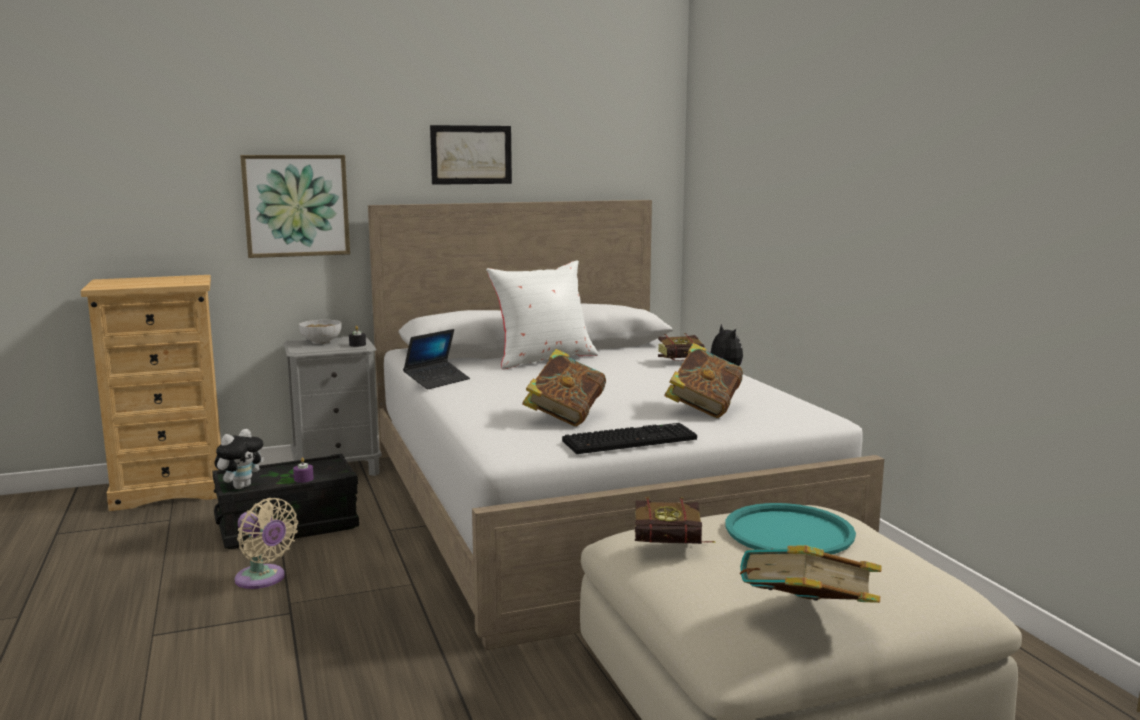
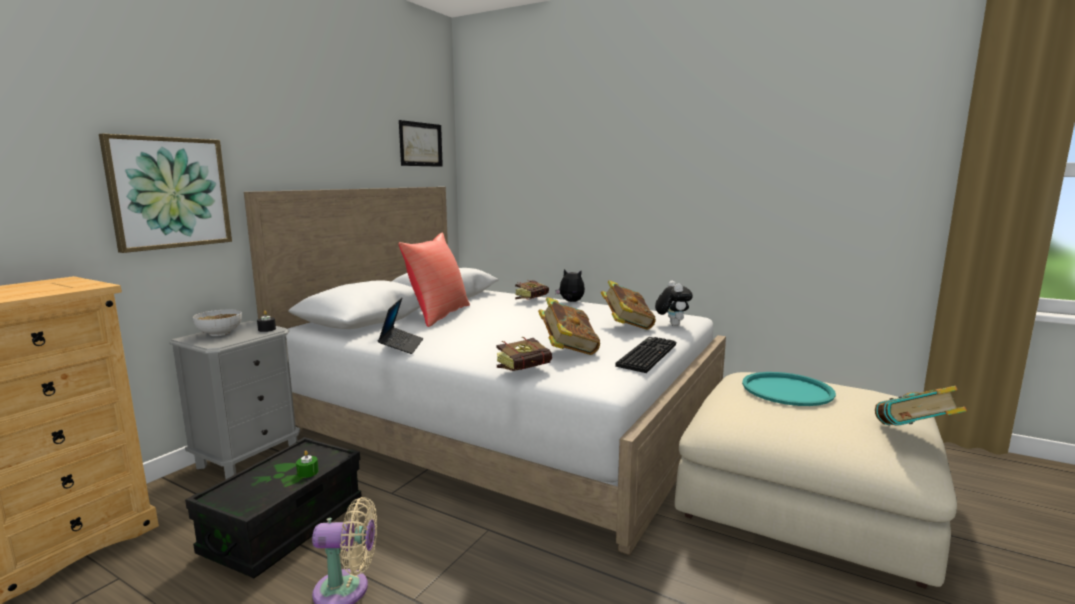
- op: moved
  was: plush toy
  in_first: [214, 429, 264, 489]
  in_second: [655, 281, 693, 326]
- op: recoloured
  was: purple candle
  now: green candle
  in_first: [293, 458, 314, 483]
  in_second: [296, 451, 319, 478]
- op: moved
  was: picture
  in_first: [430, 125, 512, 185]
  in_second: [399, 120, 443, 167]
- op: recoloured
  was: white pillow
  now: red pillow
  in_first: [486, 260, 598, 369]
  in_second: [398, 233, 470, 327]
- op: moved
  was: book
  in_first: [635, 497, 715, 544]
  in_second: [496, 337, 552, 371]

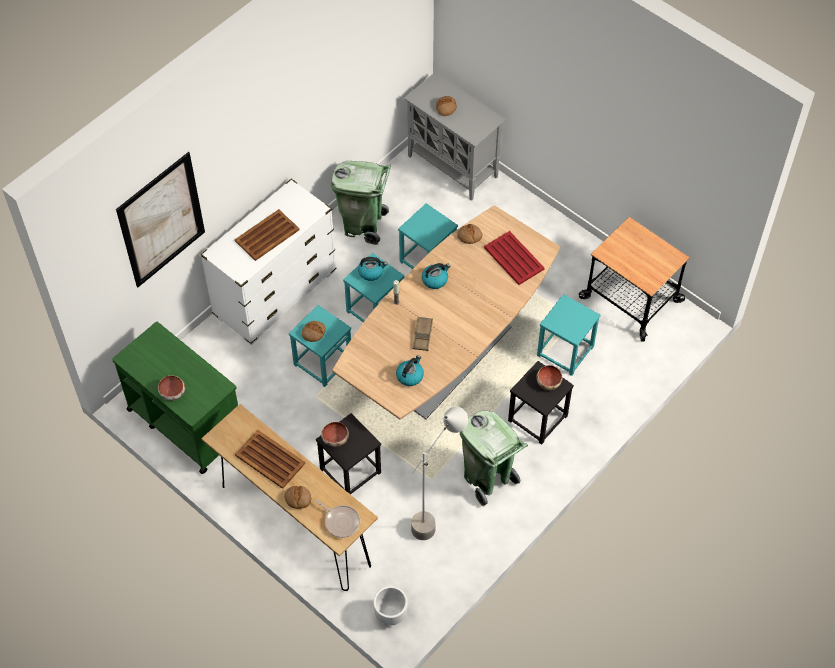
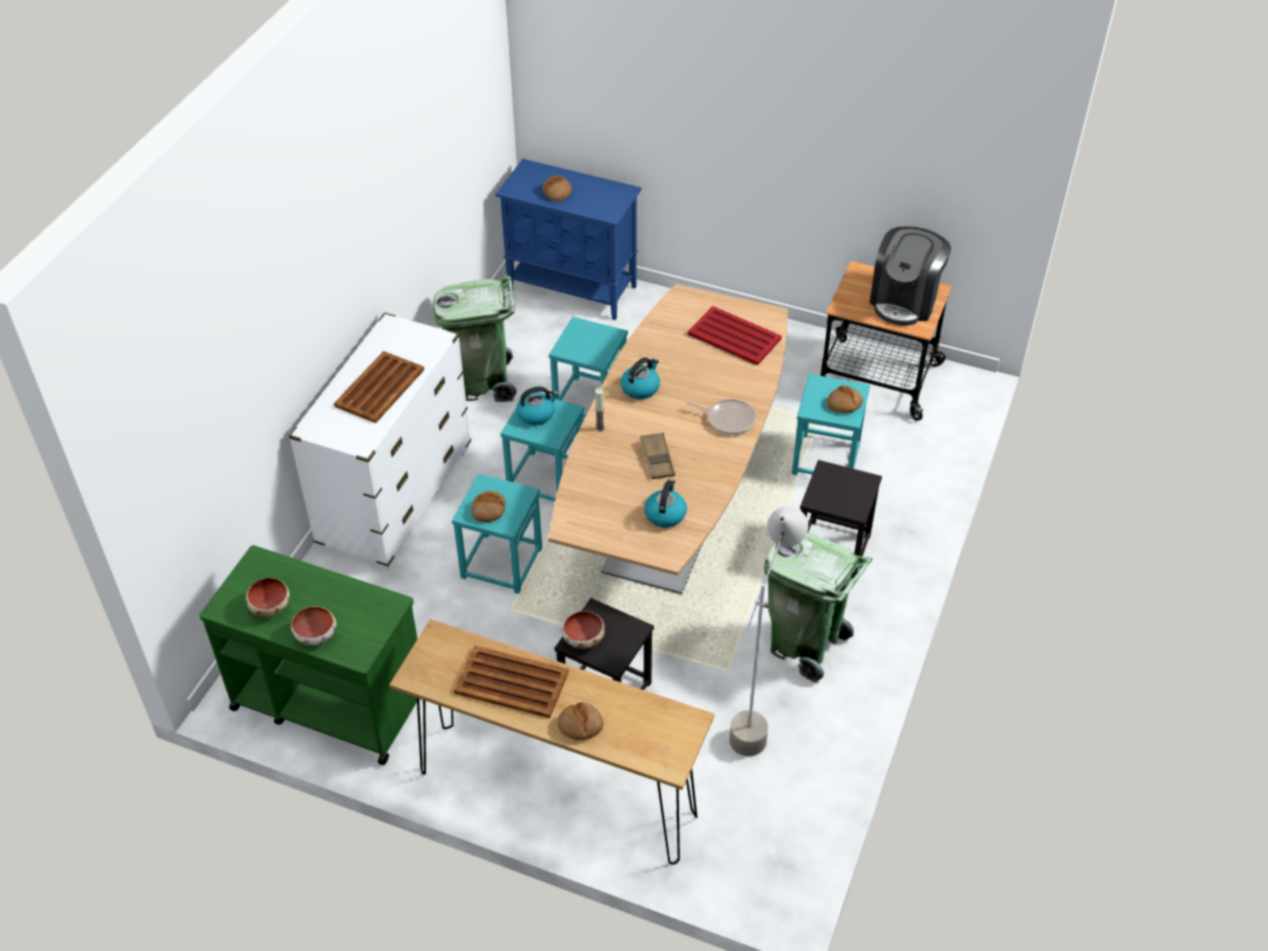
- op: removed
  was: picture
  in_first: [116, 152, 205, 288]
- op: moved
  was: frying pan
  in_first: [315, 499, 360, 538]
  in_second: [686, 399, 756, 435]
- op: removed
  was: white planter
  in_first: [373, 586, 408, 625]
- op: recoloured
  was: grey cabinet
  now: blue cabinet
  in_first: [404, 72, 506, 201]
  in_second: [495, 159, 641, 320]
- op: moved
  was: bread
  in_first: [457, 224, 482, 244]
  in_second: [827, 385, 863, 413]
- op: moved
  was: bowl
  in_first: [536, 365, 562, 390]
  in_second: [246, 578, 290, 617]
- op: added
  now: coffee machine
  in_second: [870, 226, 951, 326]

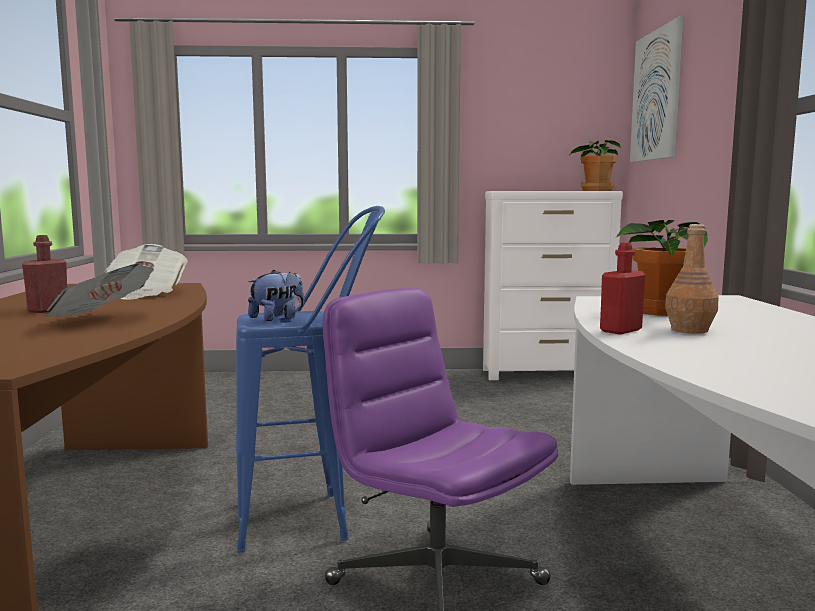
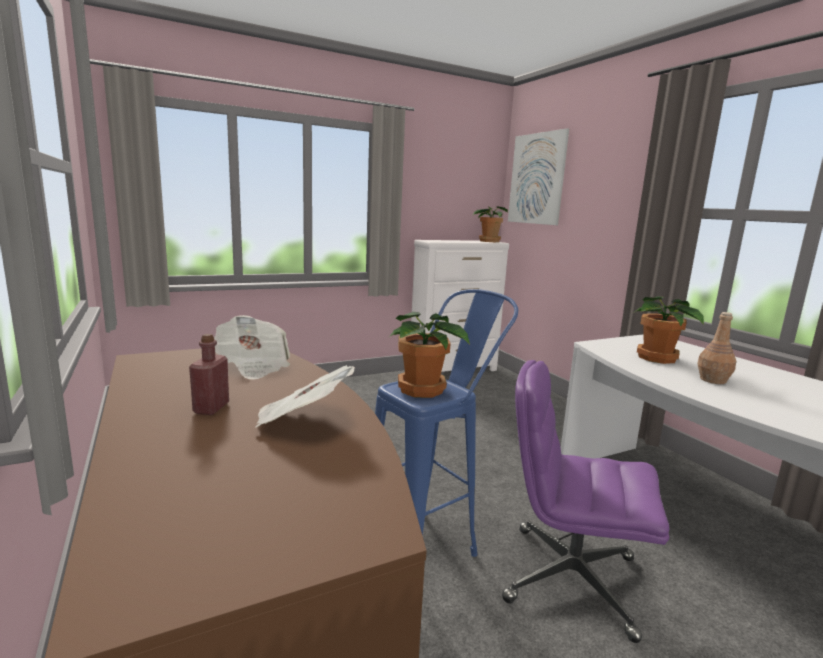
- op: replaced
  was: plush toy
  now: potted plant
  in_first: [248, 270, 304, 321]
  in_second: [389, 312, 470, 398]
- op: removed
  was: red bottle
  in_first: [600, 242, 645, 334]

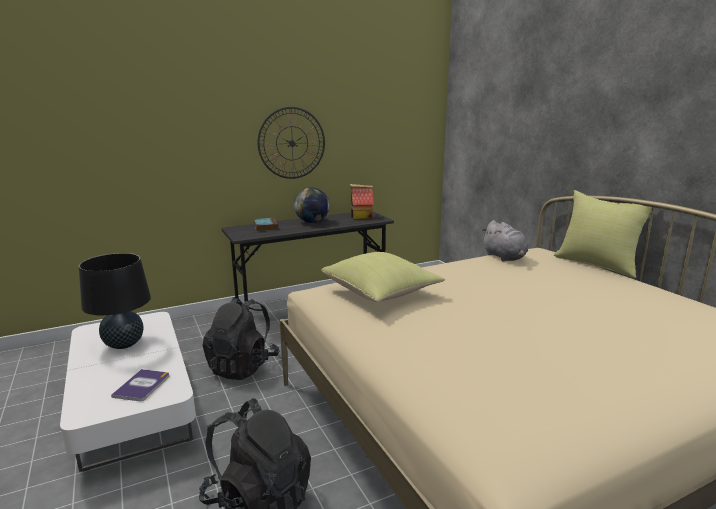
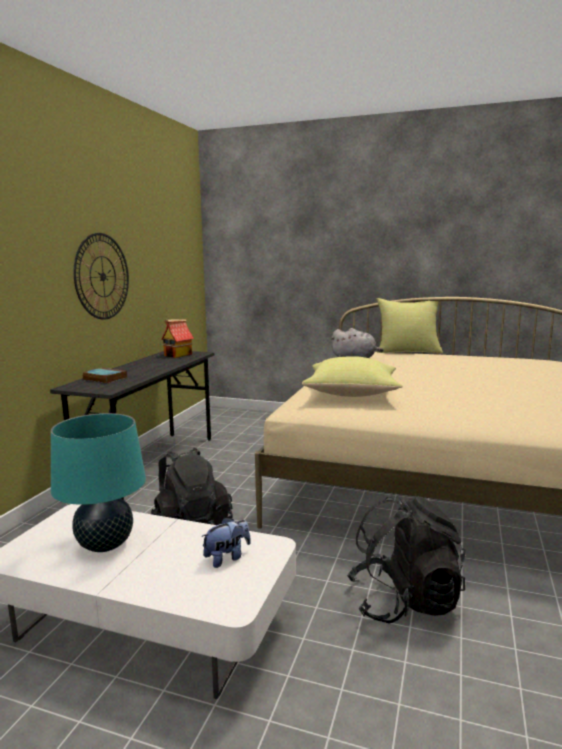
- op: recoloured
  was: black table lamp
  now: turquoise table lamp
  in_first: [79, 253, 151, 349]
  in_second: [51, 413, 146, 552]
- op: replaced
  was: book
  now: plush toy
  in_first: [111, 369, 169, 401]
  in_second: [201, 517, 251, 568]
- op: removed
  was: globe
  in_first: [294, 187, 330, 223]

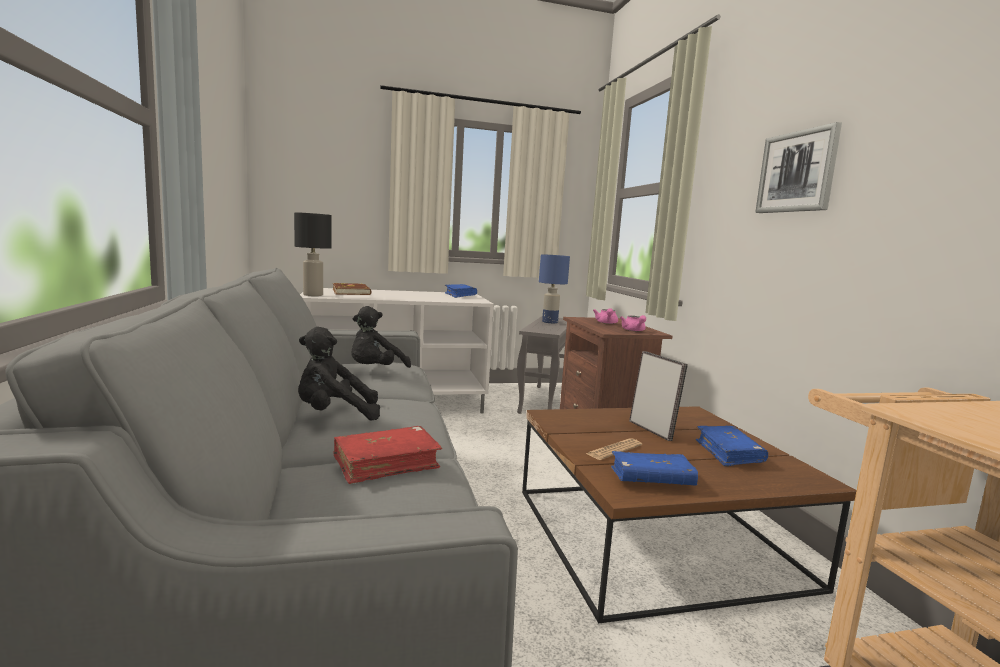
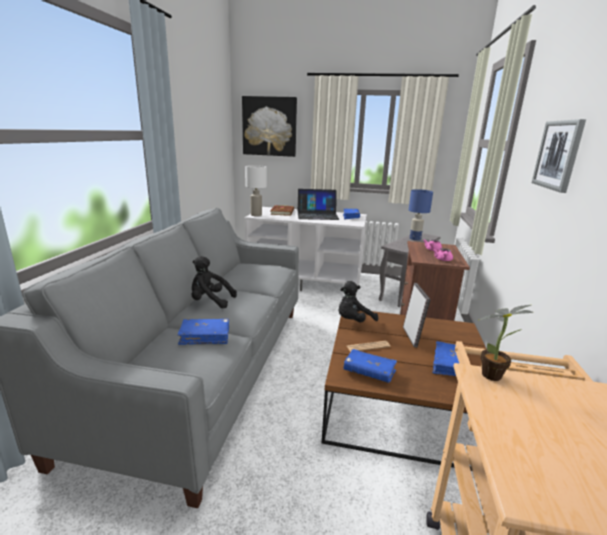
- op: recoloured
  was: black table lamp
  now: white table lamp
  in_first: [294, 212, 332, 296]
  in_second: [245, 165, 267, 216]
- op: recoloured
  was: red book
  now: blue book
  in_first: [333, 426, 442, 484]
  in_second: [178, 319, 229, 345]
- op: moved
  was: black plush toy
  in_first: [351, 306, 411, 368]
  in_second: [339, 281, 378, 322]
- op: added
  now: picture
  in_second: [242, 96, 297, 157]
- op: added
  now: laptop
  in_second: [298, 189, 340, 220]
- op: added
  now: potted plant
  in_second: [479, 305, 533, 381]

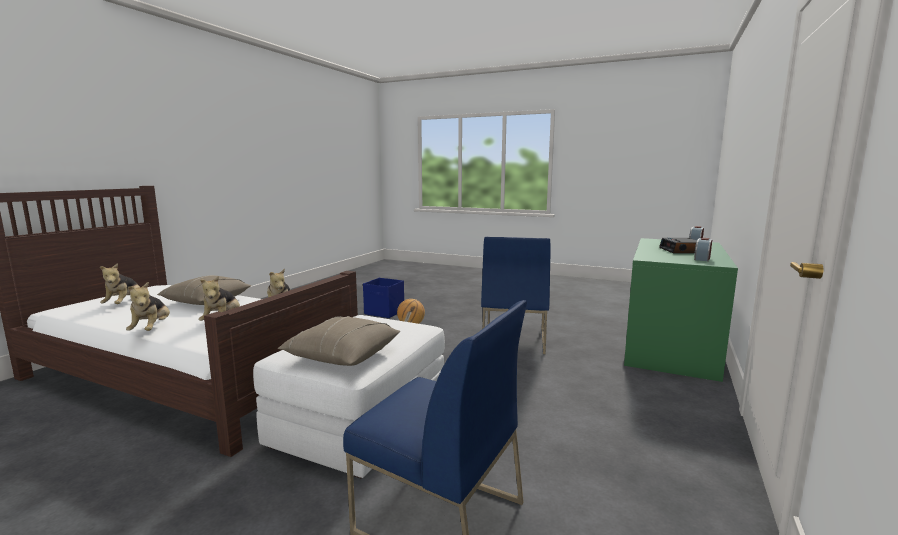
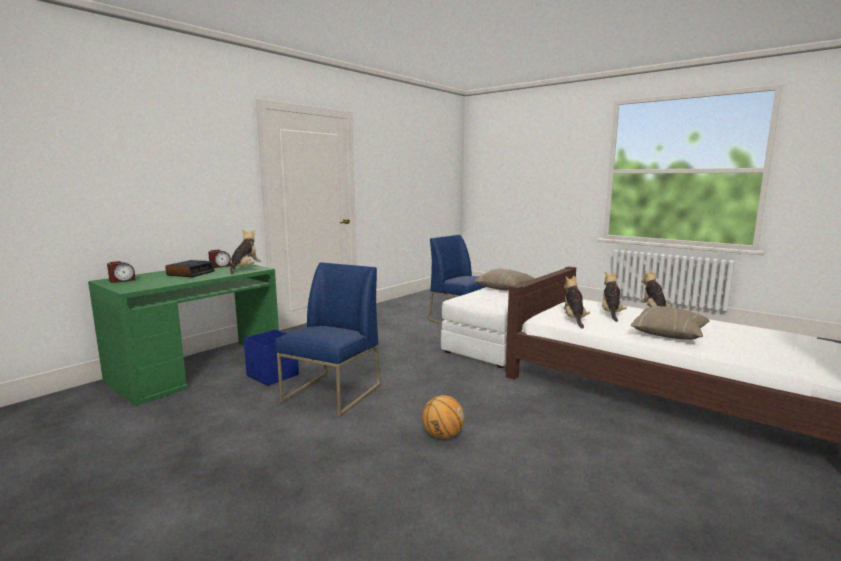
- op: moved
  was: plush toy
  in_first: [100, 263, 140, 304]
  in_second: [230, 230, 261, 274]
- op: moved
  was: blue storage box
  in_first: [363, 278, 404, 318]
  in_second: [244, 329, 299, 386]

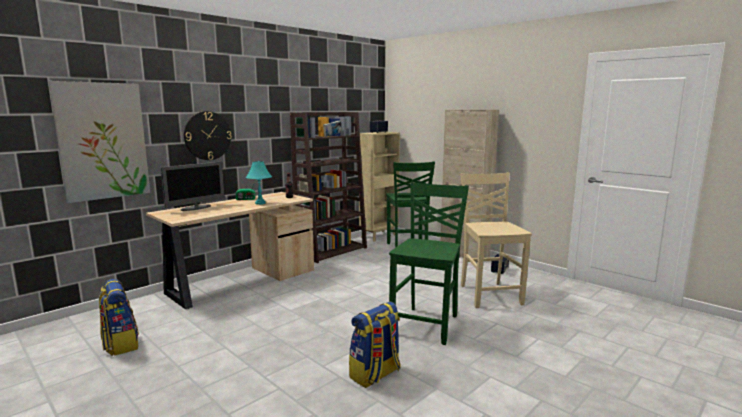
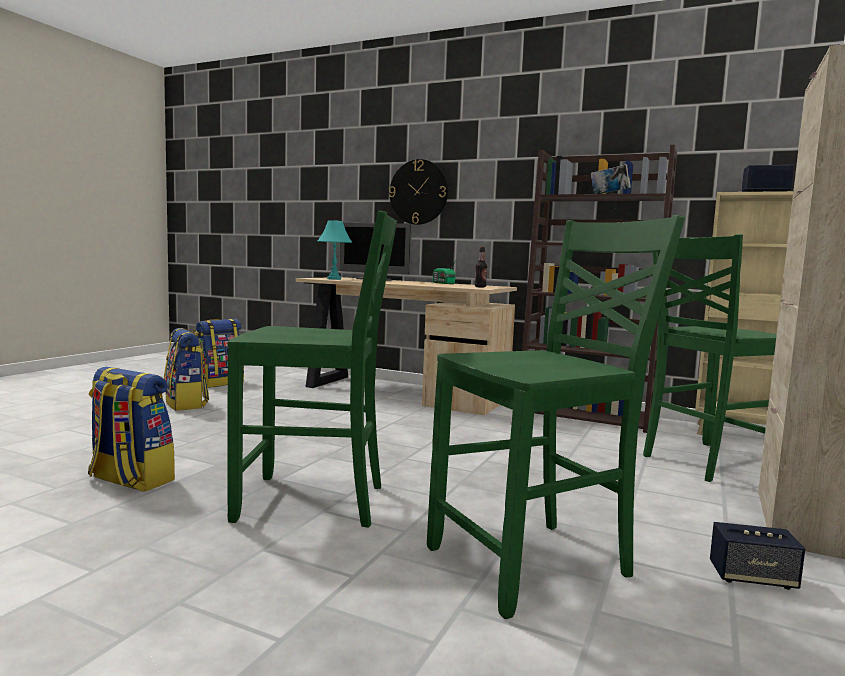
- op: removed
  was: picture
  in_first: [49, 81, 150, 203]
- op: moved
  was: turquoise table lamp
  in_first: [246, 161, 272, 205]
  in_second: [318, 220, 353, 280]
- op: recoloured
  was: beige chair
  now: green chair
  in_first: [460, 172, 532, 308]
  in_second: [427, 215, 685, 619]
- op: added
  now: backpack
  in_second: [164, 328, 209, 411]

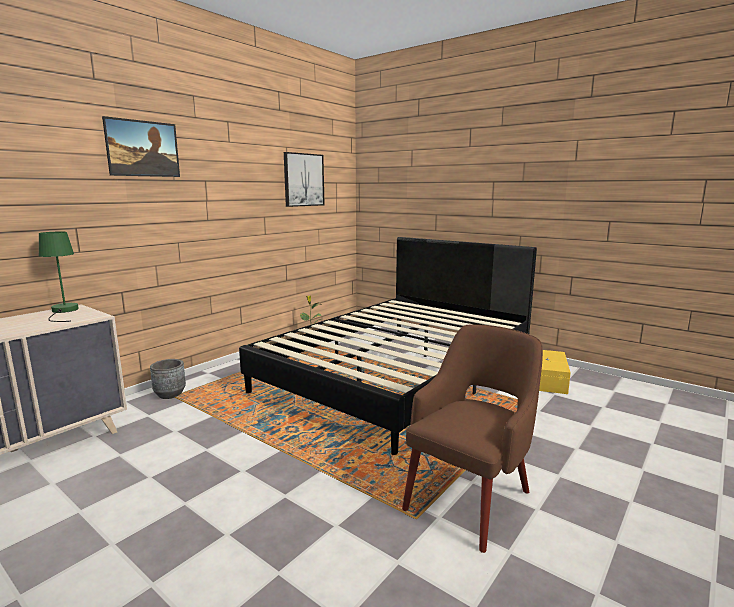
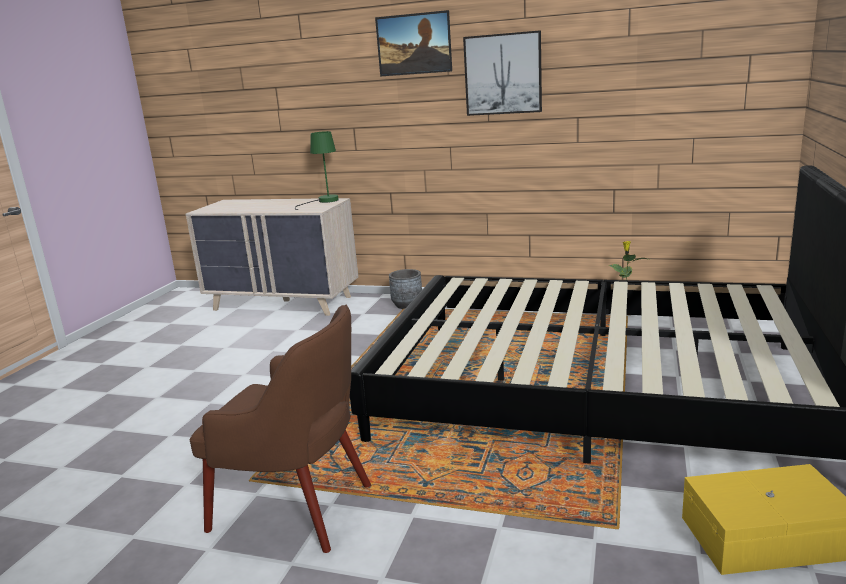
- op: moved
  was: picture
  in_first: [284, 152, 324, 207]
  in_second: [463, 30, 542, 116]

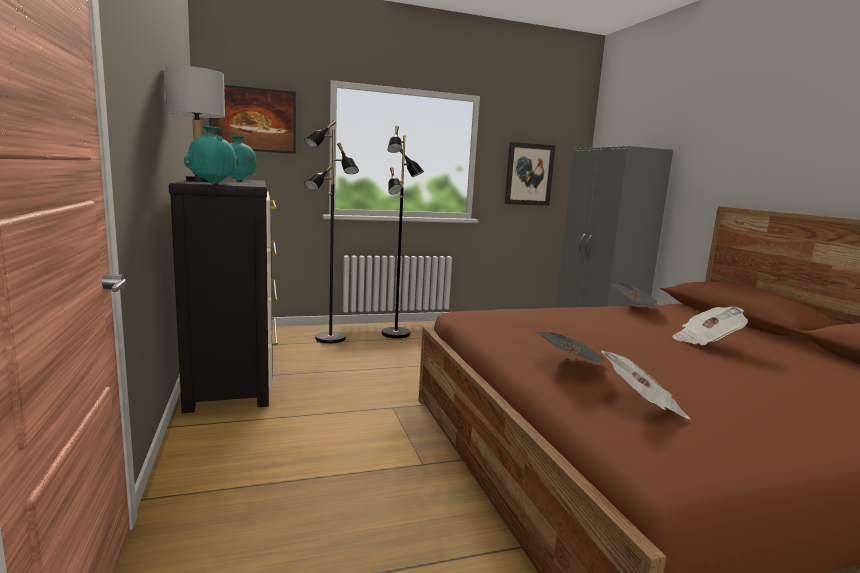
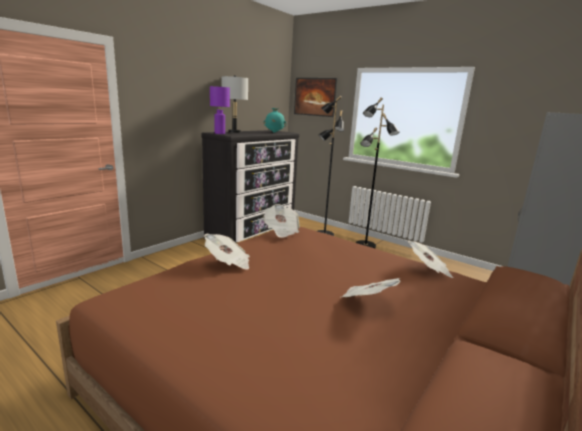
- op: replaced
  was: turquoise vase
  now: purple table lamp
  in_first: [184, 126, 239, 184]
  in_second: [210, 86, 230, 134]
- op: removed
  was: picture
  in_first: [505, 142, 555, 206]
- op: moved
  was: newspaper
  in_first: [601, 350, 691, 419]
  in_second: [263, 204, 300, 238]

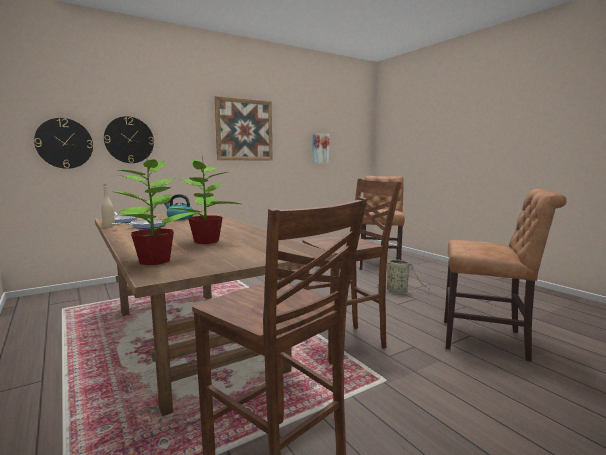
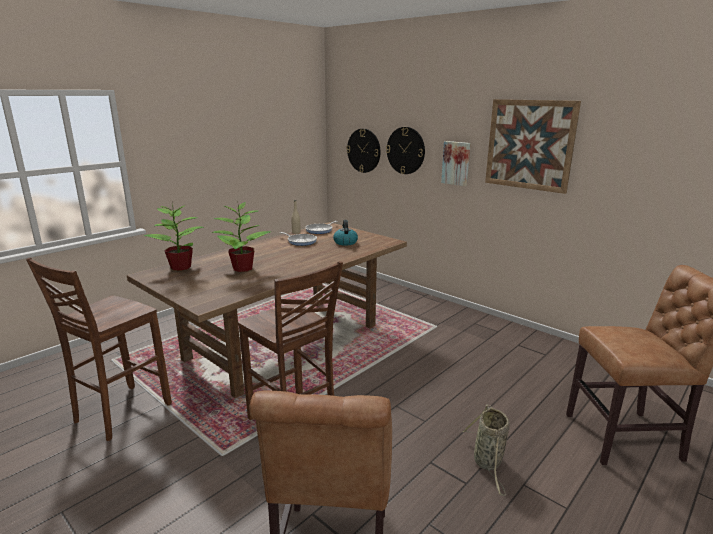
- op: moved
  was: picture
  in_first: [312, 133, 330, 163]
  in_second: [441, 141, 470, 186]

